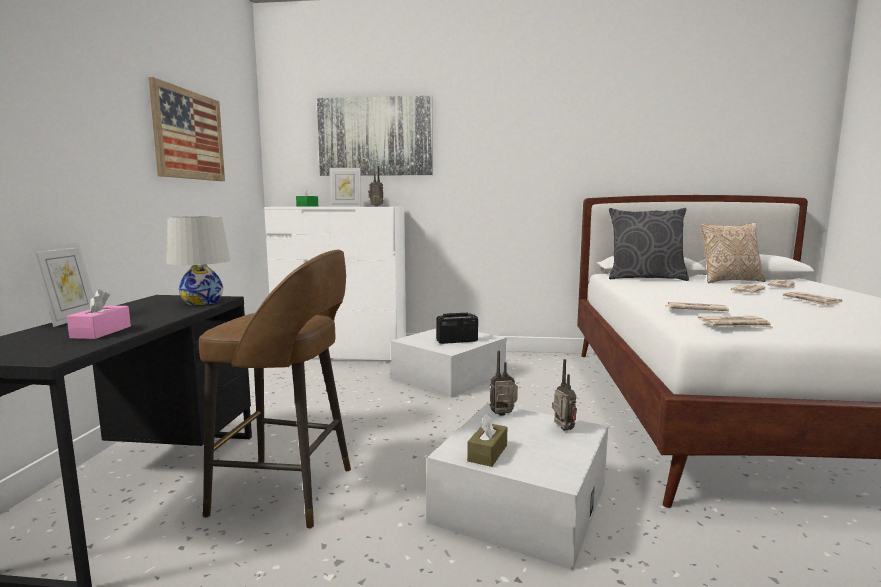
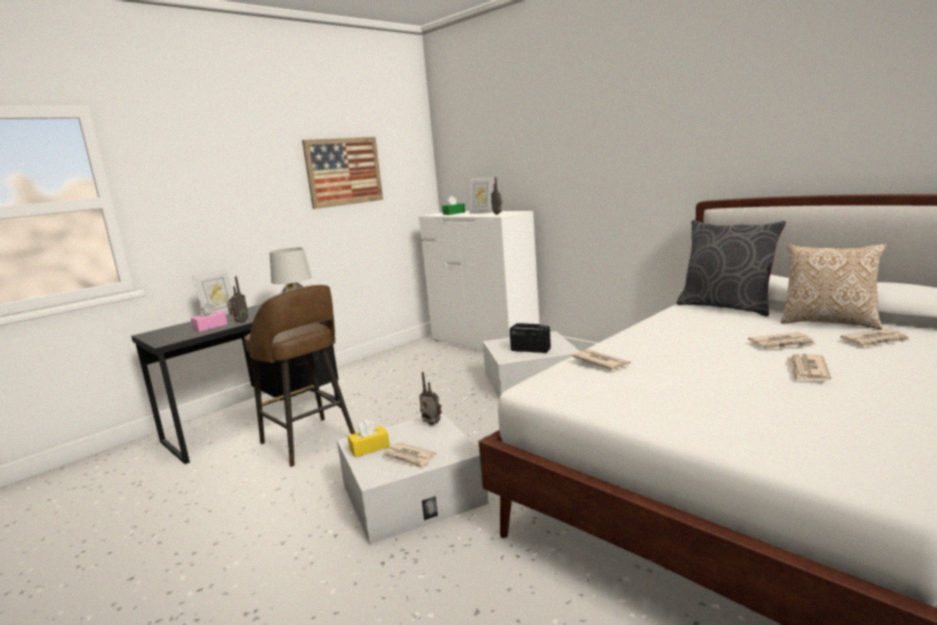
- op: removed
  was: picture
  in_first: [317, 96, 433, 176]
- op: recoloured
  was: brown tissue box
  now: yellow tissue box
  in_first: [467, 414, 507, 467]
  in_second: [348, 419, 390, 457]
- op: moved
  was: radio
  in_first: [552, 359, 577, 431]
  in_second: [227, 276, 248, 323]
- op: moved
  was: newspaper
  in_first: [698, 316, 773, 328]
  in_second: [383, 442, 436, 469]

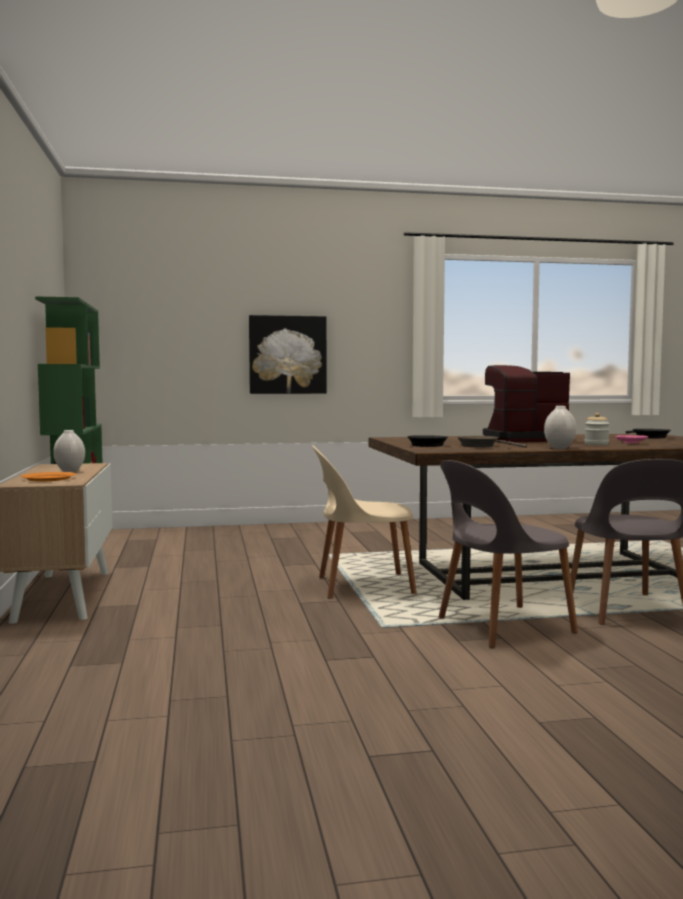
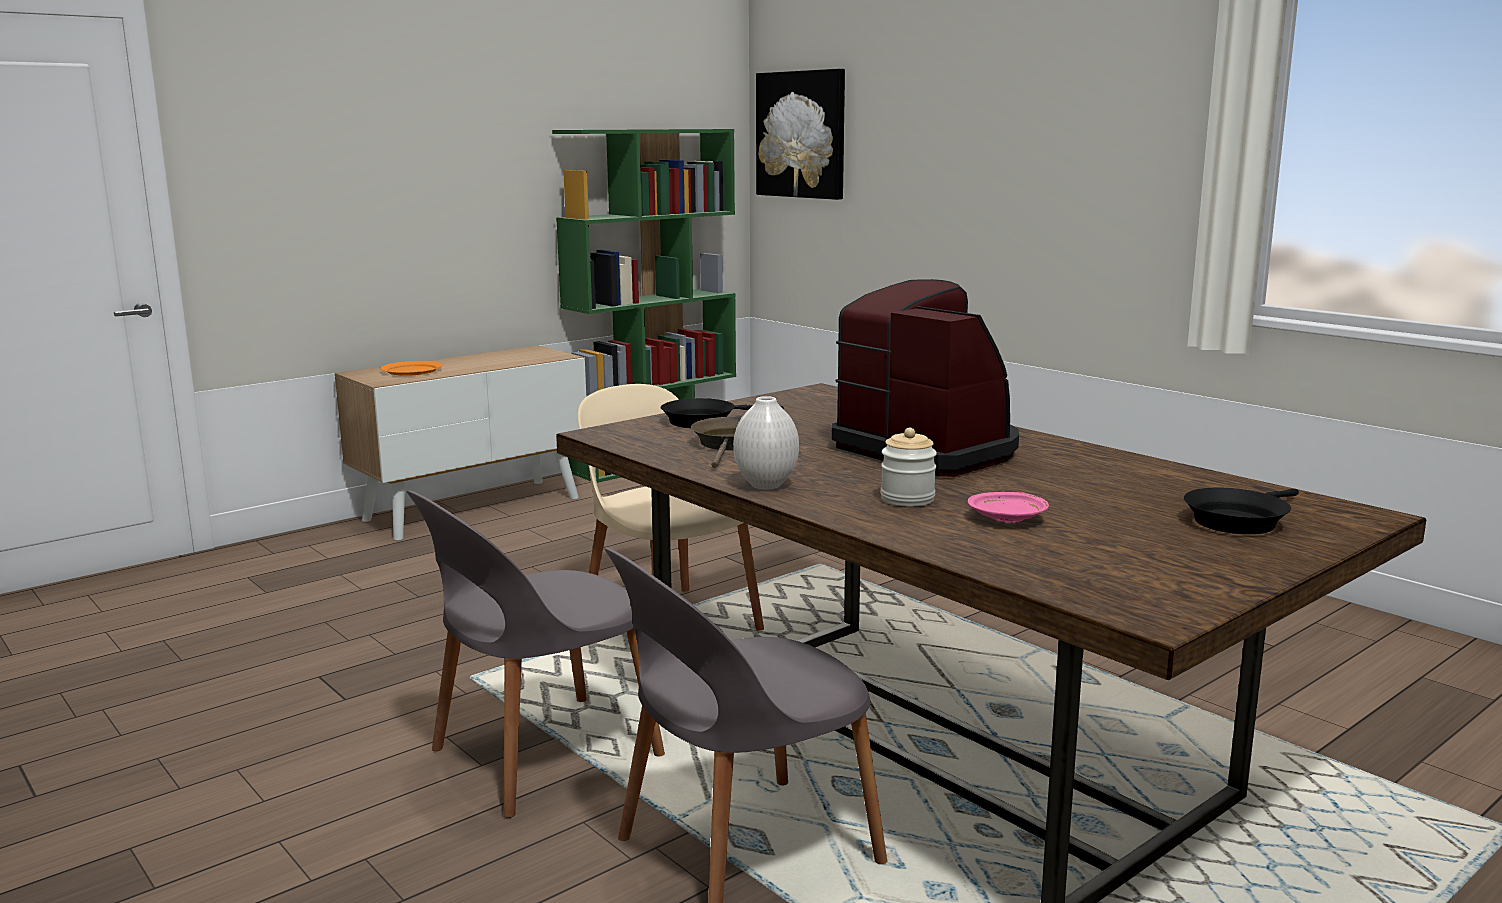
- op: removed
  was: white vase
  in_first: [53, 430, 85, 472]
- op: moved
  was: picture
  in_first: [249, 315, 327, 394]
  in_second: [756, 69, 845, 200]
- op: turned
  was: grey chair
  in_first: [438, 460, 578, 648]
  in_second: [406, 490, 665, 818]
  clockwise: -75

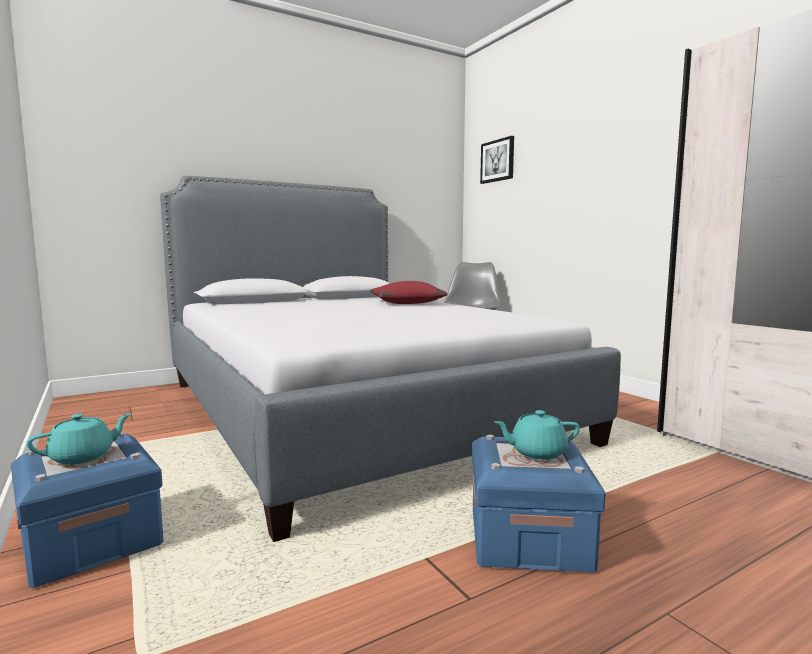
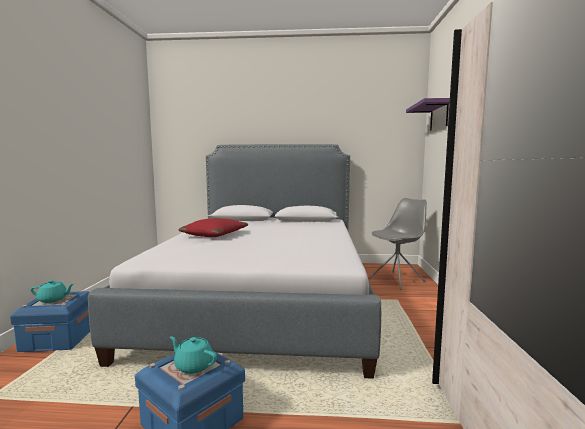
- op: moved
  was: red pillow
  in_first: [370, 281, 447, 304]
  in_second: [178, 218, 248, 237]
- op: replaced
  was: picture
  now: purple shelf
  in_first: [480, 136, 514, 184]
  in_second: [406, 98, 450, 131]

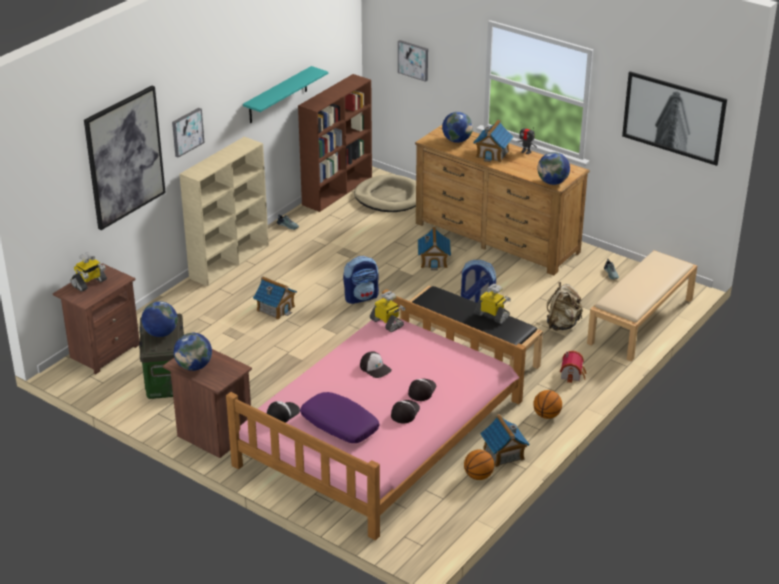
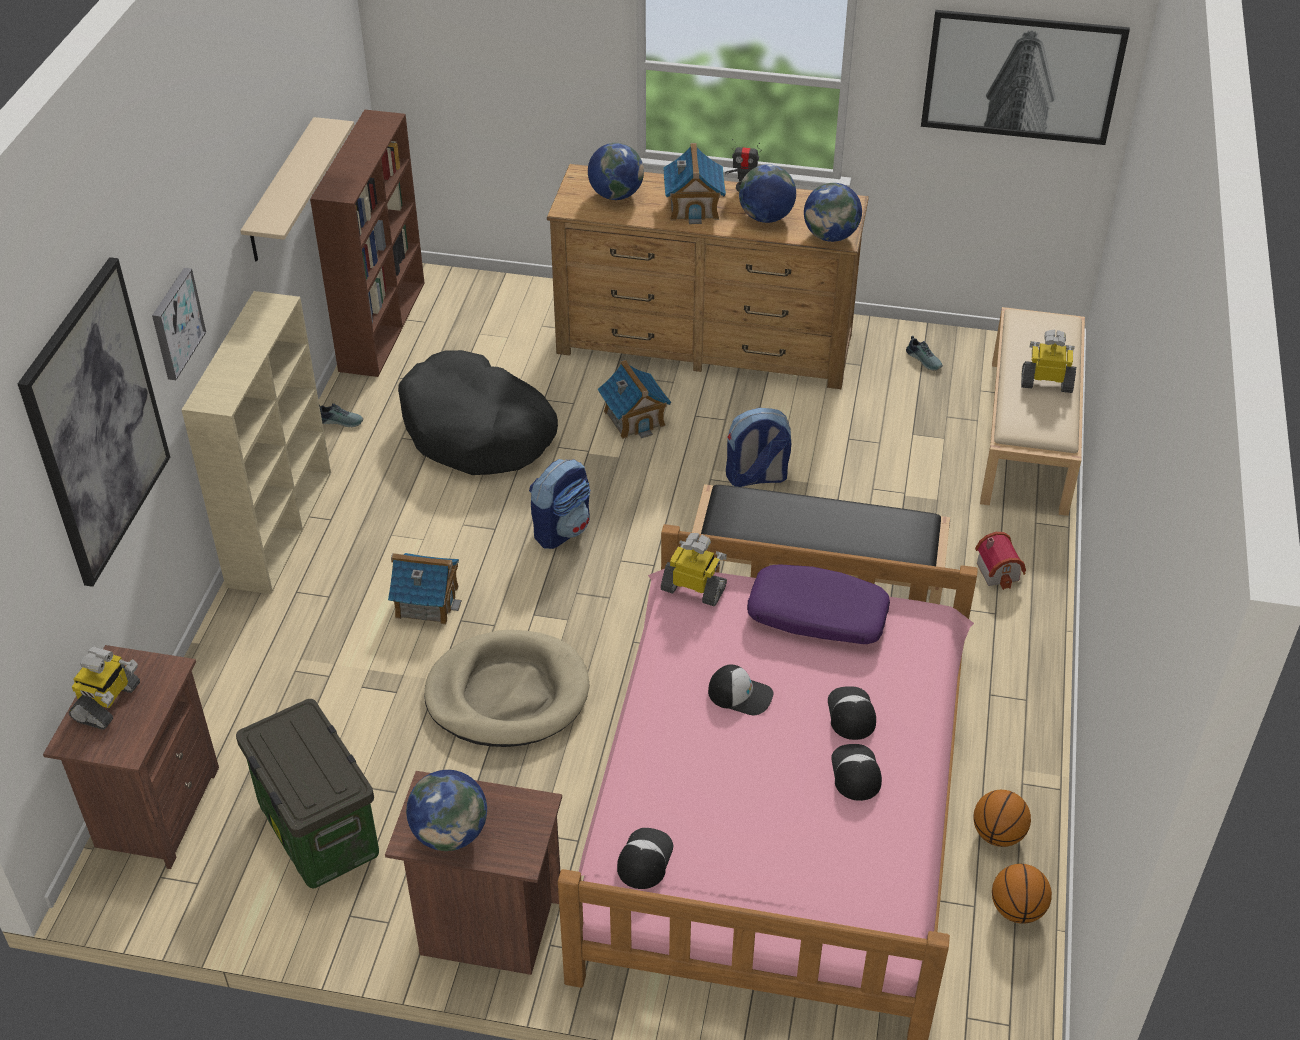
- op: moved
  was: globe
  in_first: [141, 301, 178, 337]
  in_second: [739, 164, 796, 223]
- op: recoloured
  was: turquoise shelf
  now: beige shelf
  in_first: [243, 66, 328, 123]
  in_second: [240, 117, 354, 262]
- op: moved
  was: purple pillow
  in_first: [300, 392, 379, 443]
  in_second: [747, 564, 890, 644]
- op: moved
  was: beige dog bed
  in_first: [354, 174, 416, 212]
  in_second: [424, 630, 590, 747]
- op: removed
  was: picture
  in_first: [398, 40, 428, 82]
- op: moved
  was: toy robot
  in_first: [474, 284, 511, 324]
  in_second: [1021, 330, 1076, 393]
- op: removed
  was: toy house
  in_first: [480, 414, 530, 467]
- op: moved
  was: basketball
  in_first: [533, 390, 562, 419]
  in_second: [992, 864, 1052, 924]
- op: removed
  was: beige backpack
  in_first: [547, 282, 583, 331]
- op: added
  now: black dog bed
  in_second: [398, 350, 558, 475]

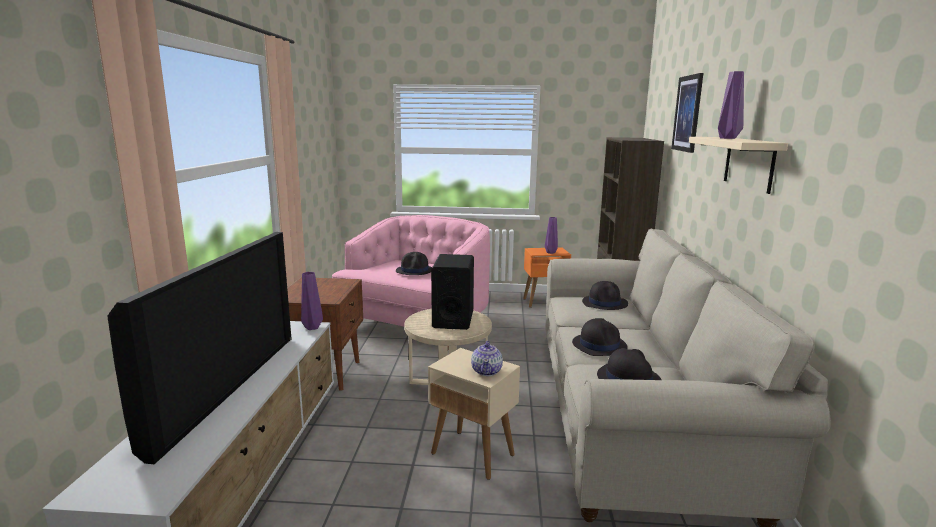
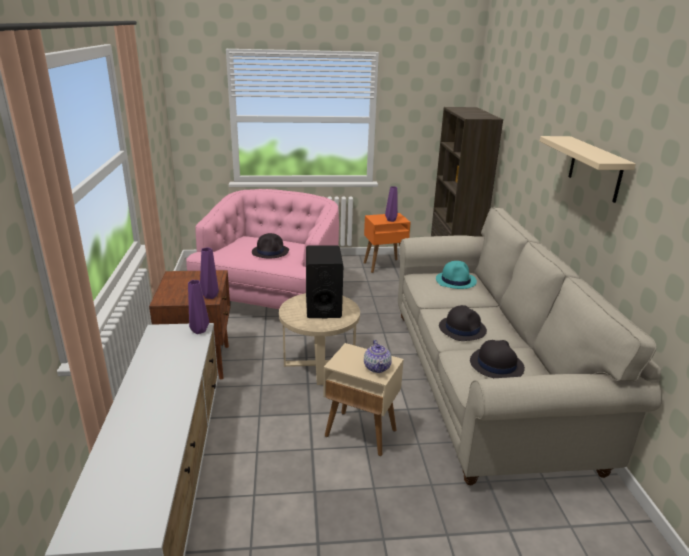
- op: removed
  was: television
  in_first: [107, 232, 291, 464]
- op: recoloured
  was: black hat
  now: turquoise hat
  in_first: [582, 281, 628, 310]
  in_second: [436, 261, 477, 289]
- op: removed
  was: picture
  in_first: [671, 73, 703, 153]
- op: moved
  was: purple vase
  in_first: [718, 71, 744, 139]
  in_second: [200, 247, 219, 299]

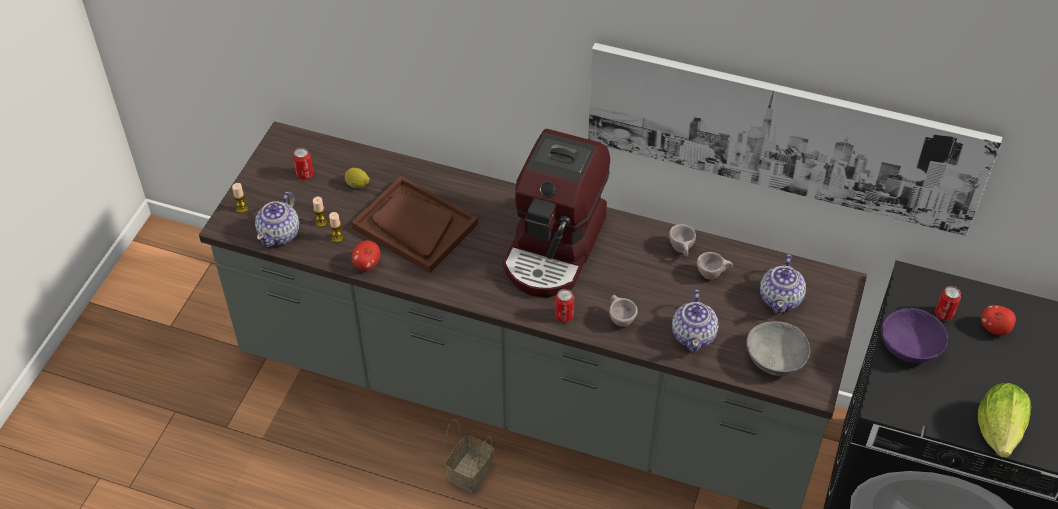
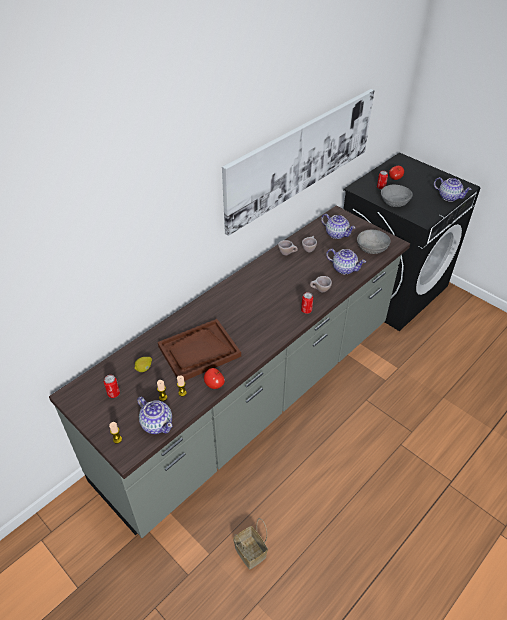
- op: moved
  was: basket
  in_first: [445, 419, 494, 493]
  in_second: [233, 518, 268, 569]
- op: removed
  was: coffee machine
  in_first: [503, 129, 610, 297]
- op: recoloured
  was: purple bowl
  now: grey bowl
  in_first: [881, 308, 948, 363]
  in_second: [381, 185, 413, 207]
- op: replaced
  was: lettuce
  now: teapot
  in_first: [978, 383, 1031, 458]
  in_second: [434, 177, 472, 202]

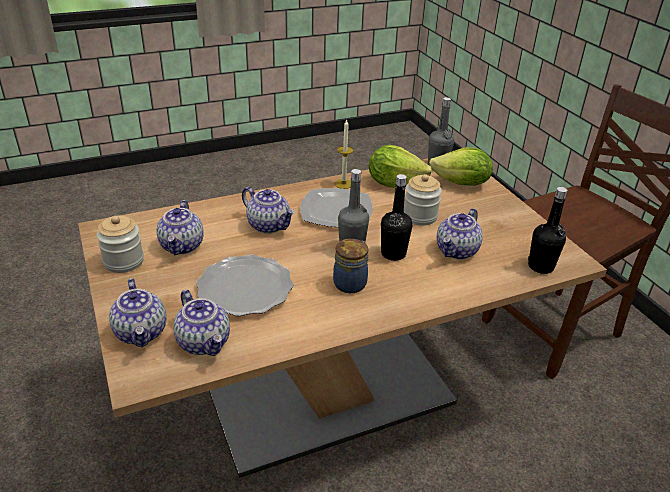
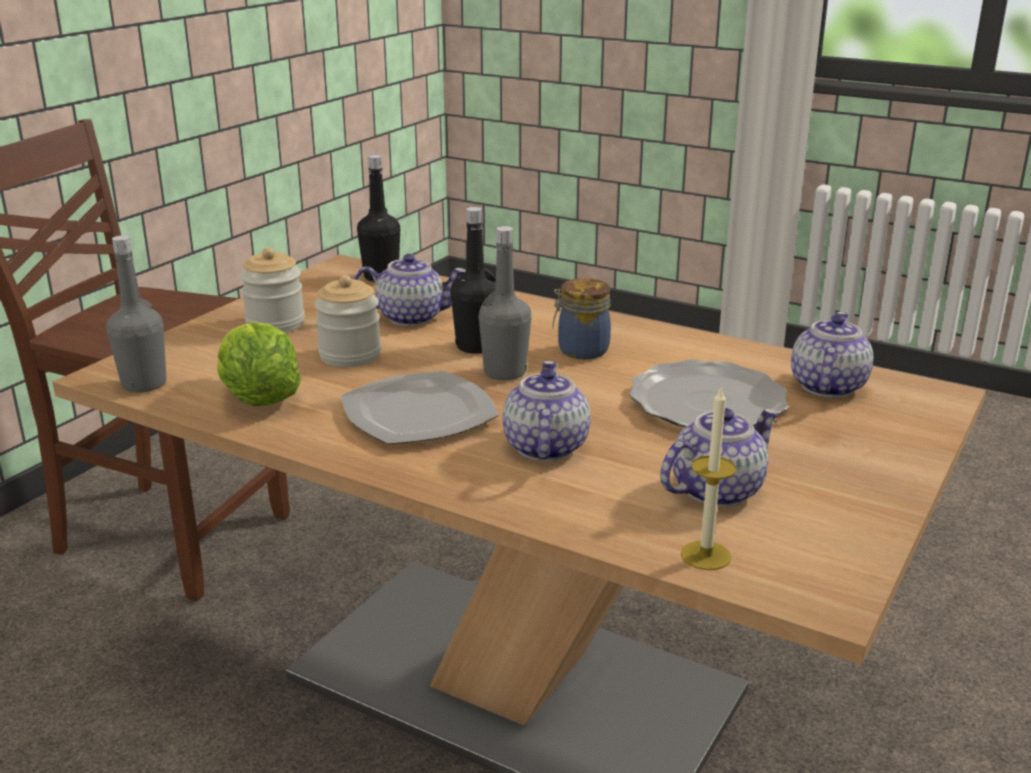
- op: moved
  was: jar
  in_first: [96, 216, 144, 273]
  in_second: [240, 247, 305, 332]
- op: removed
  was: teapot
  in_first: [109, 278, 166, 347]
- op: moved
  was: candle
  in_first: [335, 120, 353, 189]
  in_second: [681, 388, 736, 570]
- op: removed
  was: lettuce
  in_first: [429, 148, 493, 186]

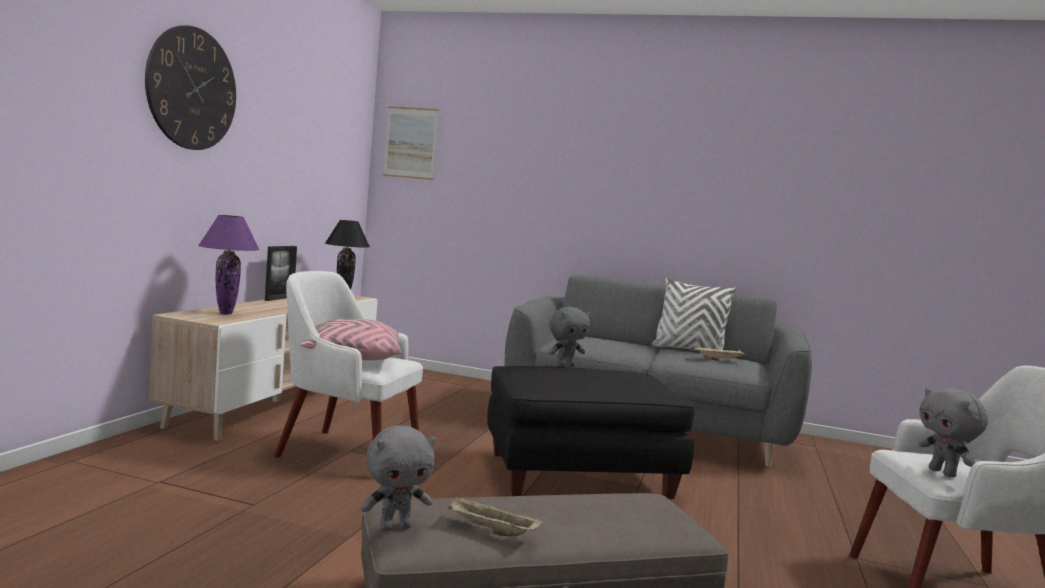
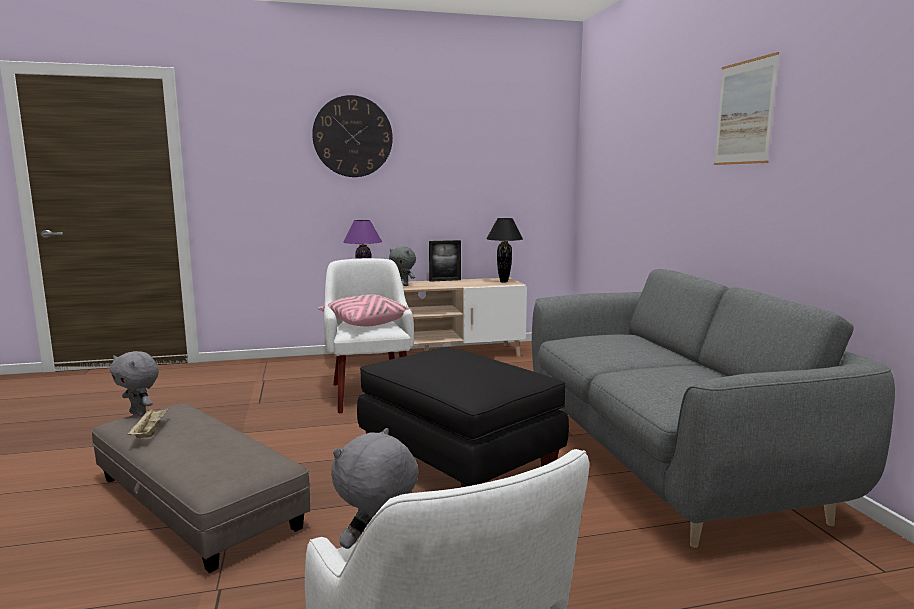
- op: moved
  was: picture
  in_first: [383, 106, 439, 180]
  in_second: [714, 52, 779, 165]
- op: moved
  was: grey plush toy
  in_first: [548, 307, 591, 367]
  in_second: [389, 246, 416, 286]
- op: removed
  was: white pillow
  in_first: [651, 278, 736, 351]
- op: removed
  was: beige tray
  in_first: [694, 347, 748, 361]

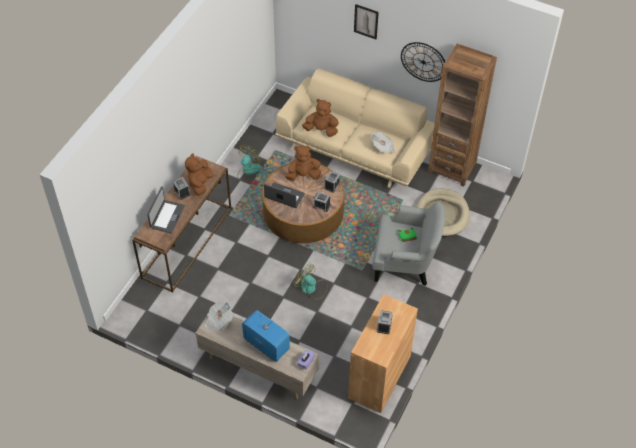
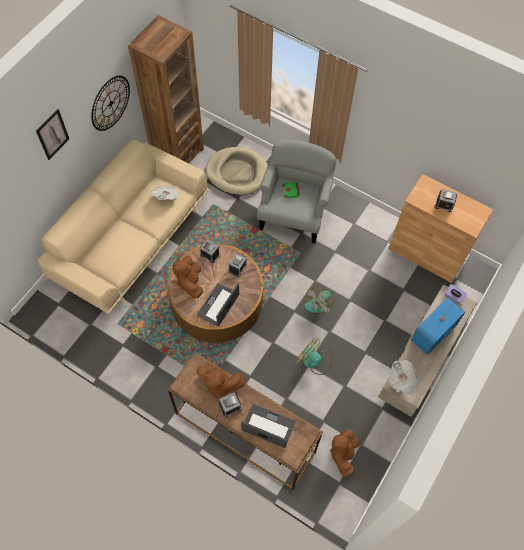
- op: moved
  was: fan
  in_first: [237, 145, 262, 183]
  in_second: [296, 338, 333, 375]
- op: moved
  was: brown plush toy
  in_first: [302, 99, 339, 137]
  in_second: [330, 429, 360, 477]

